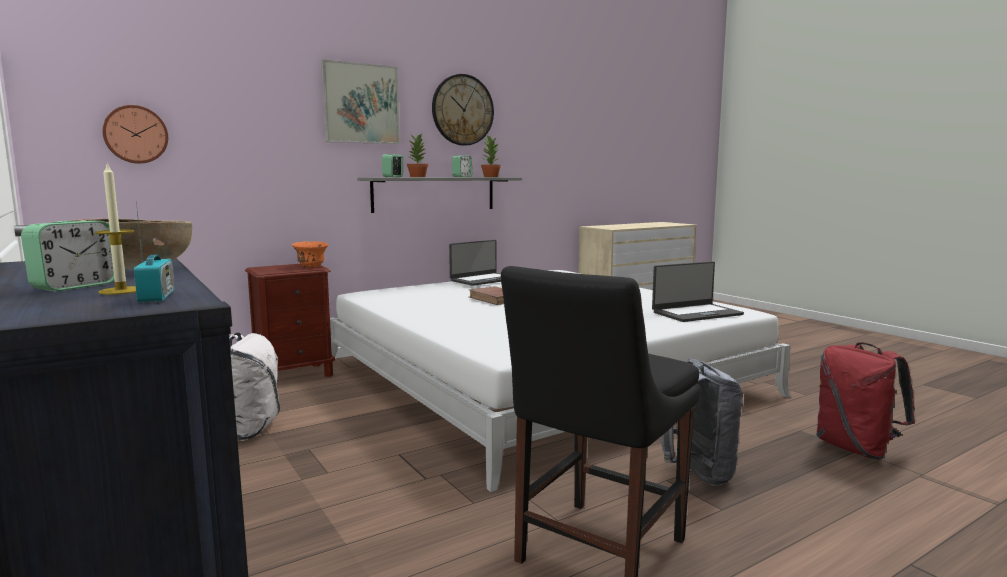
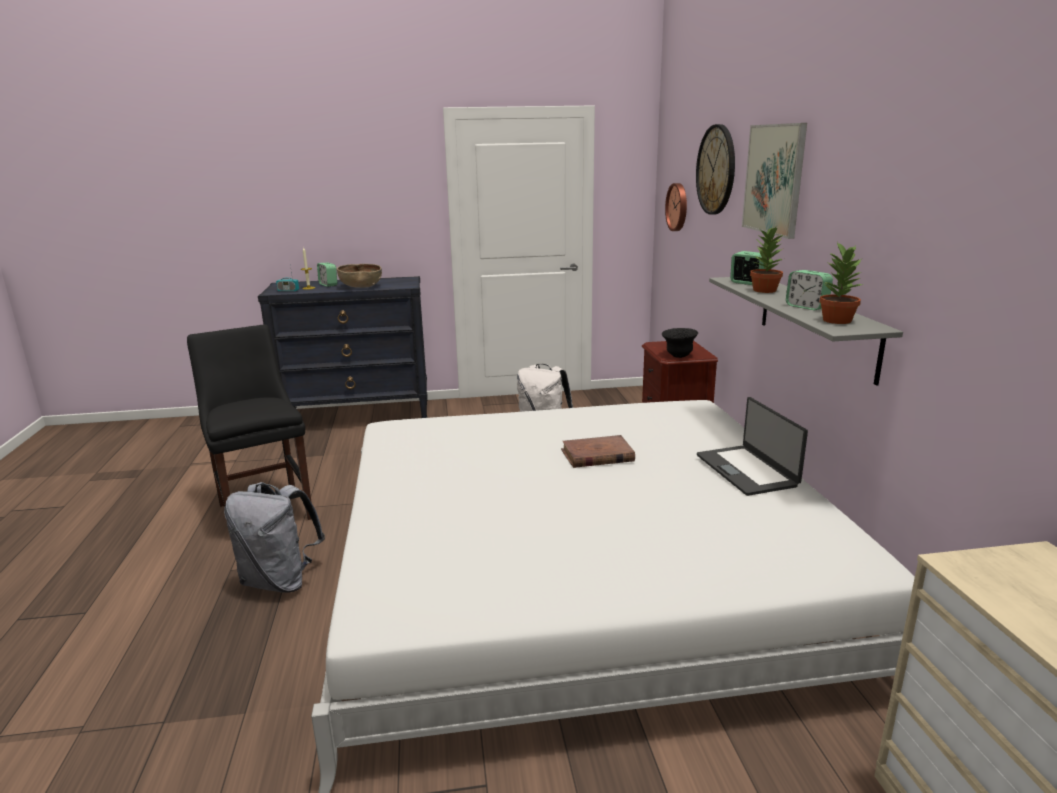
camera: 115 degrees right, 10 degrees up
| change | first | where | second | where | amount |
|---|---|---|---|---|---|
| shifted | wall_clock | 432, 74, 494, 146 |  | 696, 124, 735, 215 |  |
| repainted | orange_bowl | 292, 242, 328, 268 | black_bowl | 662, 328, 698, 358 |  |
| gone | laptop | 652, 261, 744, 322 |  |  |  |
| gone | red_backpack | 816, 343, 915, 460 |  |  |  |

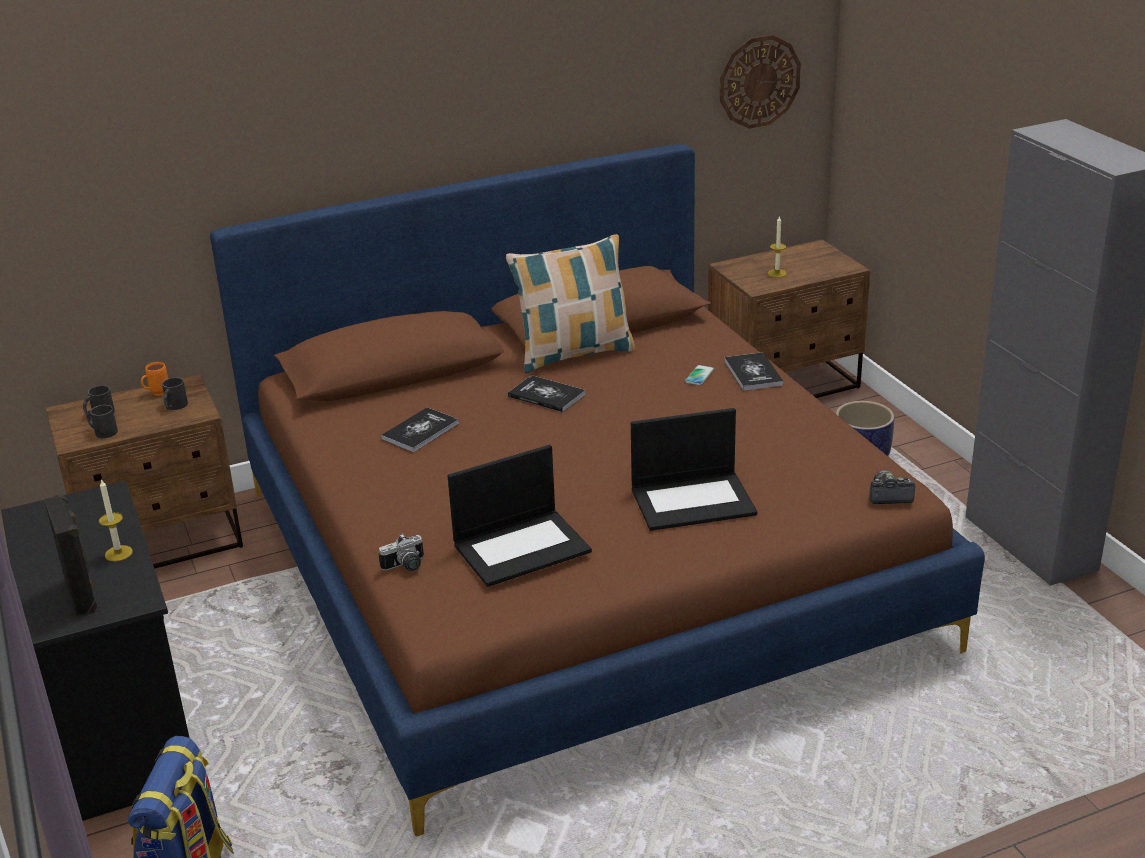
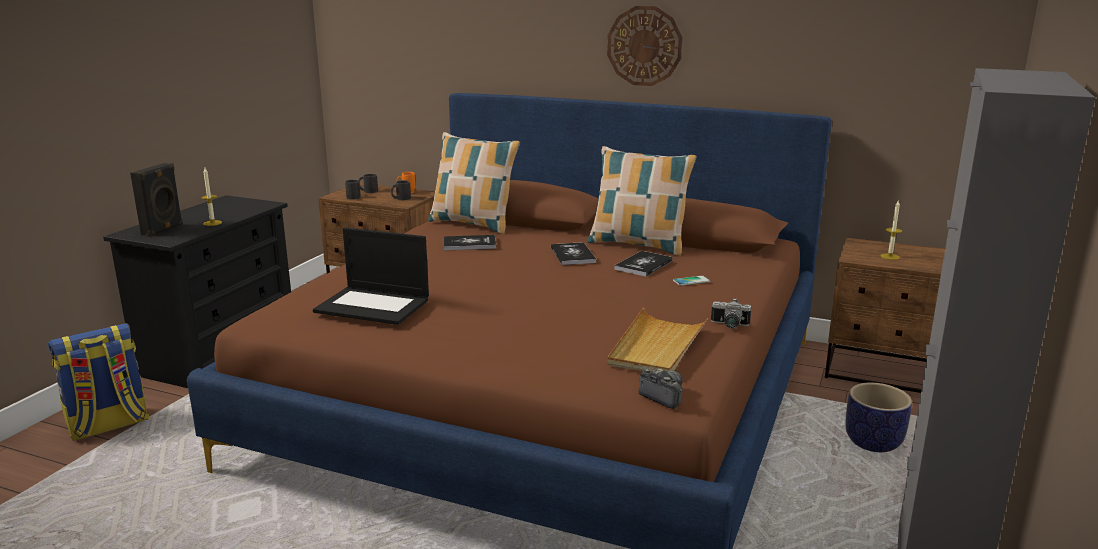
camera: 45 degrees right, 10 degrees down
| change | first | where | second | where | amount |
|---|---|---|---|---|---|
| shifted | wall_clock | 720, 35, 801, 129 |  | 607, 6, 682, 86 |  |
| shifted | book | 724, 352, 784, 391 |  | 614, 251, 673, 277 |  |
| gone | laptop | 631, 408, 757, 531 |  |  |  |
| shifted | photo_camera | 378, 534, 424, 571 |  | 711, 298, 751, 328 |  |
| new |  |  | pillow | 428, 132, 520, 234 |  |
| new |  |  | beige_tray | 607, 308, 708, 372 |  |

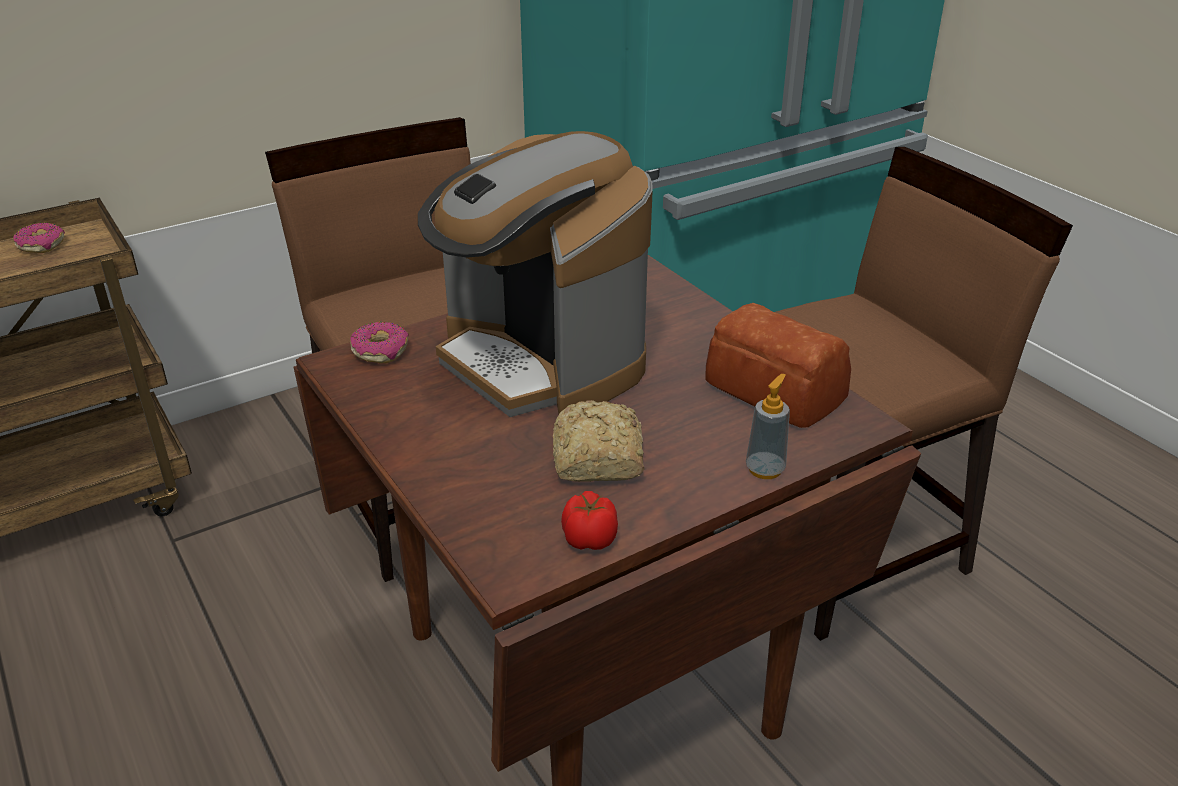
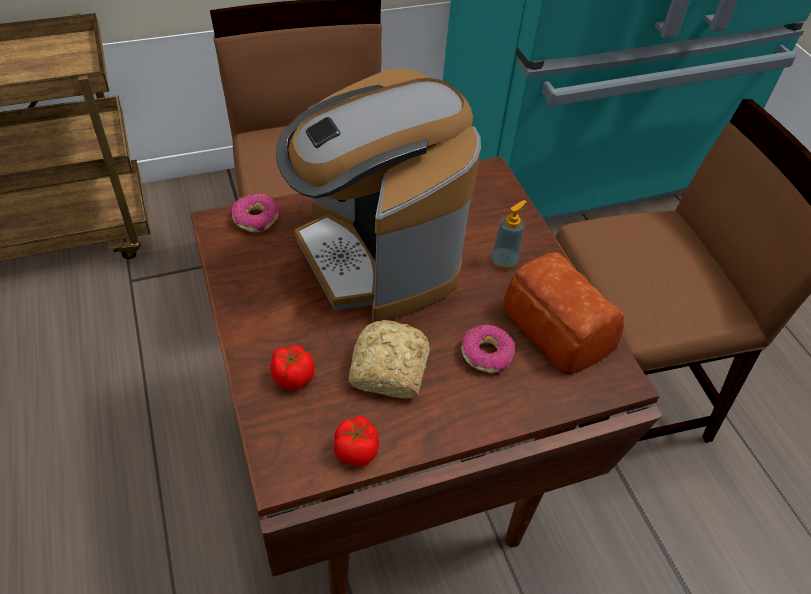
camera: 10 degrees right, 15 degrees up
| change | first | where | second | where | amount |
|---|---|---|---|---|---|
| shifted | donut | 13, 223, 65, 253 |  | 461, 325, 515, 373 |  |
| shifted | soap_dispenser | 746, 374, 790, 479 |  | 491, 200, 527, 269 |  |
| new |  |  | tomato | 270, 345, 315, 391 |  |

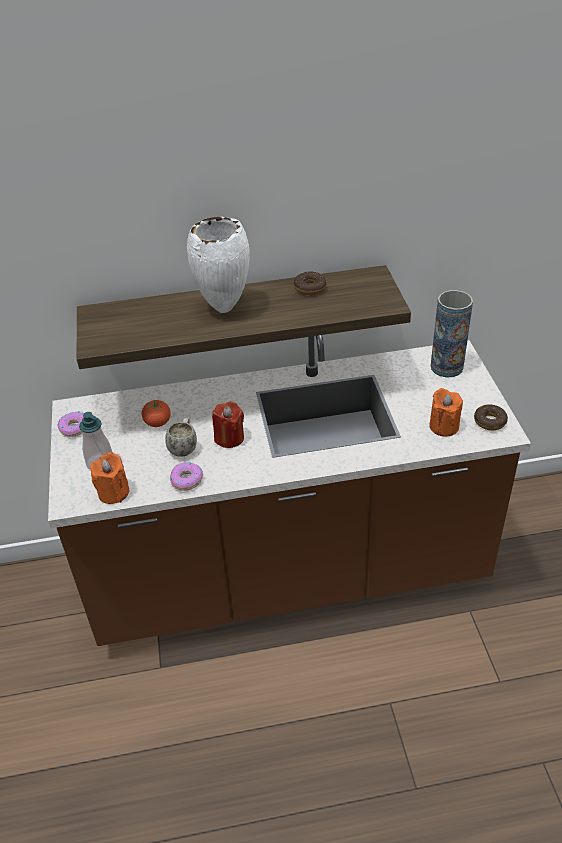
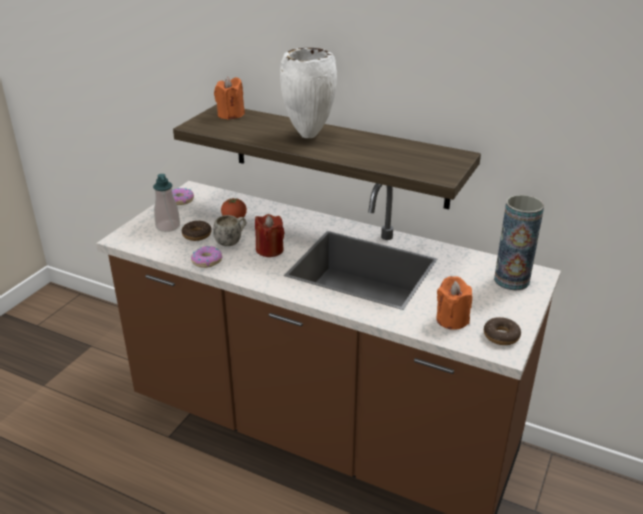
camera: 35 degrees right, 10 degrees down
| change | first | where | second | where | amount |
|---|---|---|---|---|---|
| shifted | donut | 294, 272, 326, 295 |  | 182, 221, 212, 241 |  |
| shifted | orange_candle | 90, 452, 129, 504 |  | 214, 77, 245, 120 |  |

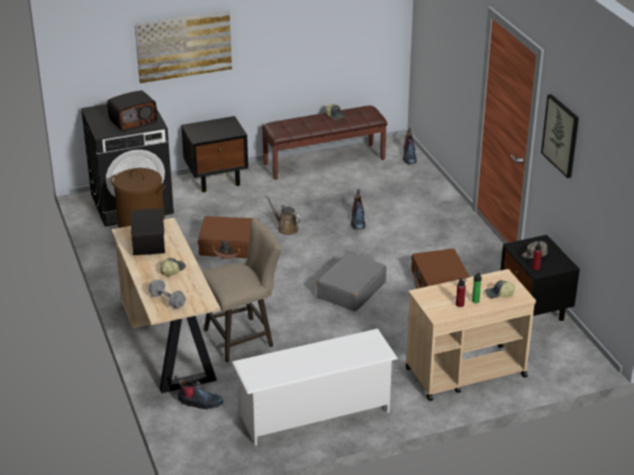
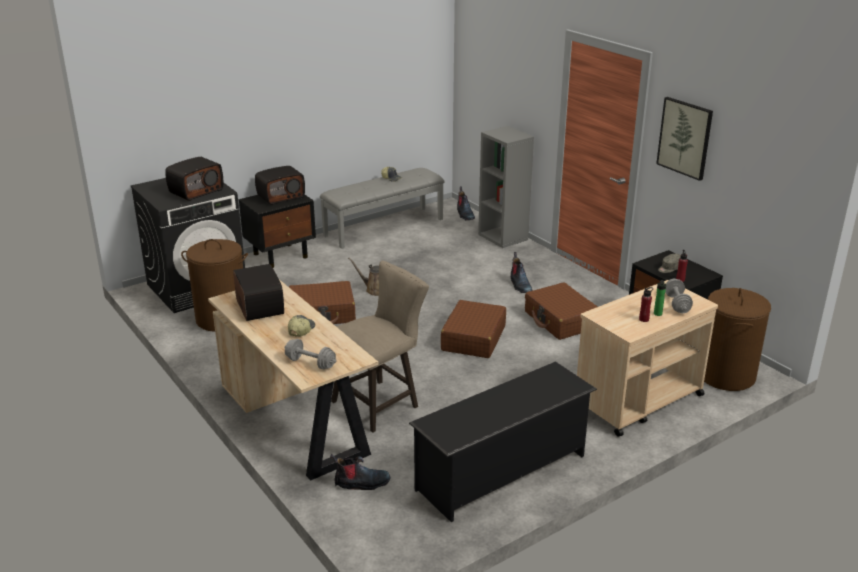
camera: 15 degrees left, 5 degrees down
| change | first | where | second | where | amount |
|---|---|---|---|---|---|
| gone | picture | 135, 11, 232, 83 |  |  |  |
| repainted | brown_bench | 261, 106, 387, 180 | grey_bench | 320, 168, 445, 249 |  |
| shifted | boot | 351, 189, 365, 230 |  | 511, 252, 532, 293 |  |
| repainted | grey_suitcase | 317, 253, 387, 311 | brown_suitcase | 441, 300, 506, 358 |  |
| swapped | cap | 485, 280, 515, 298 | grey_dumbbell | 665, 279, 693, 313 |  |
| repainted | white_shoe_rack | 232, 329, 398, 446 | black_shoe_rack | 409, 361, 597, 522 |  |
| new |  |  | grey_bookcase | 478, 126, 534, 248 |  |
| new |  |  | radio | 255, 166, 305, 205 |  |
| new |  |  | brown_laundry_basket | 704, 288, 771, 391 |  |

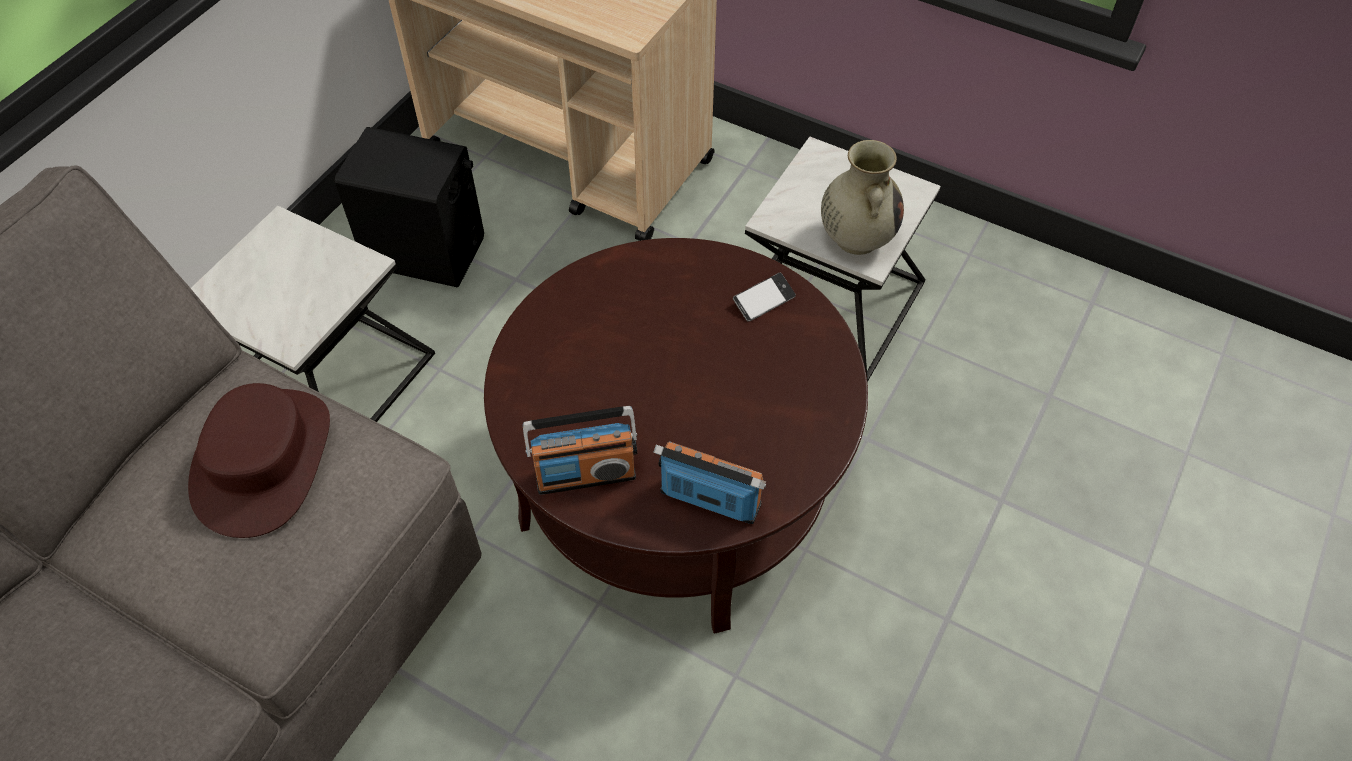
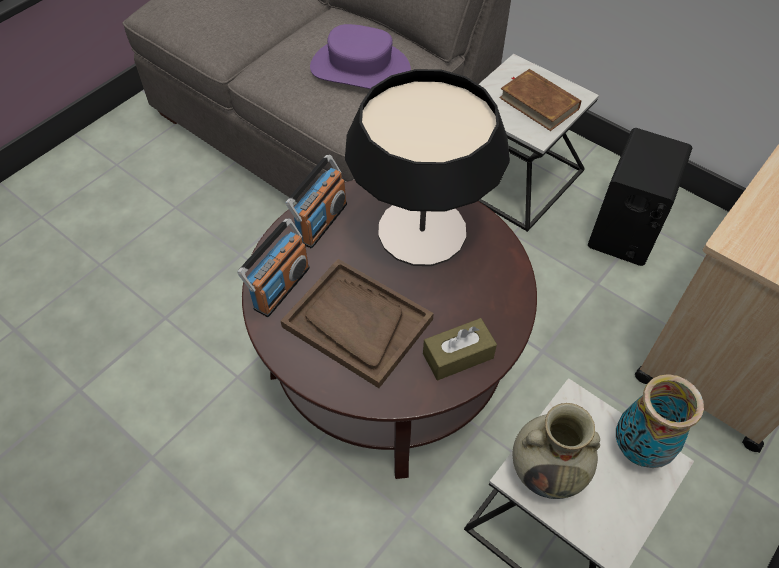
camera: 100 degrees right, 0 degrees up
| change | first | where | second | where | amount |
|---|---|---|---|---|---|
| swapped | phone | 733, 273, 796, 322 | brown_tissue_box | 423, 318, 497, 380 |  |
| repainted | brown_hat | 188, 383, 330, 538 | purple_hat | 310, 24, 411, 89 |  |
| rotated | radio | 523, 406, 637, 495 |  | 285, 155, 347, 248 | 150 degrees counterclockwise |
| new |  |  | table_lamp | 345, 69, 510, 266 |  |
| new |  |  | brown_book | 499, 69, 581, 131 |  |
| new |  |  | brown_tray | 281, 259, 434, 388 |  |
| new |  |  | vase | 616, 374, 704, 468 |  |

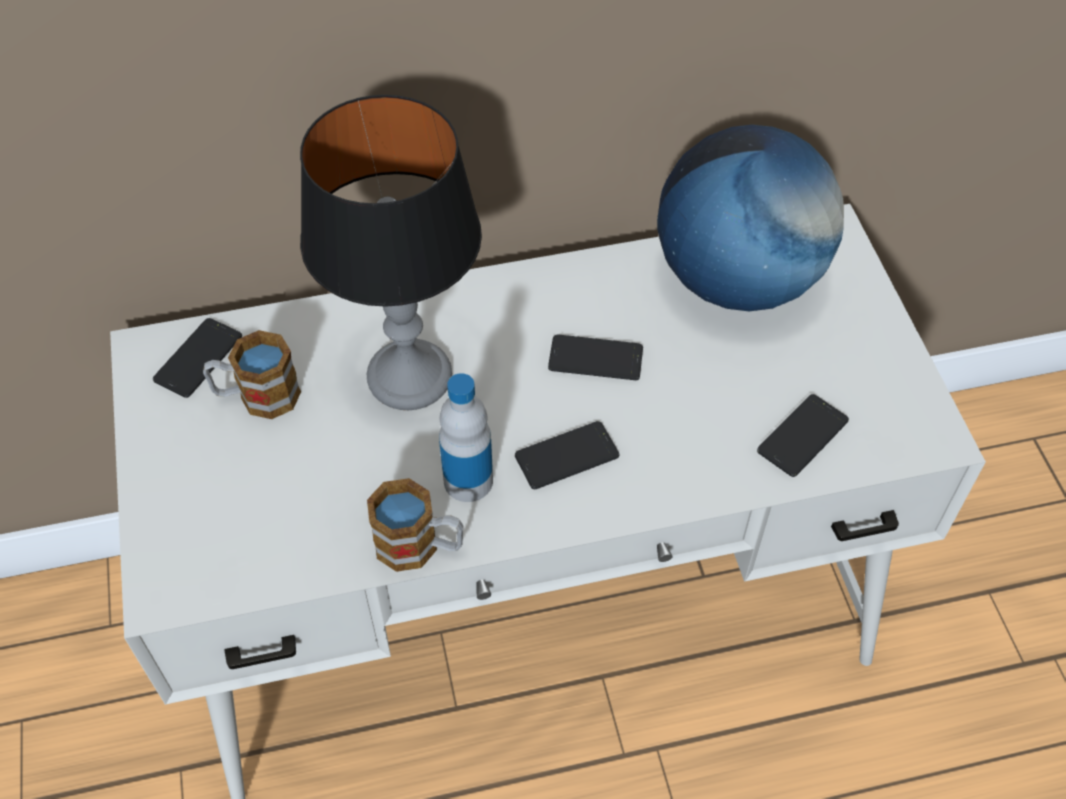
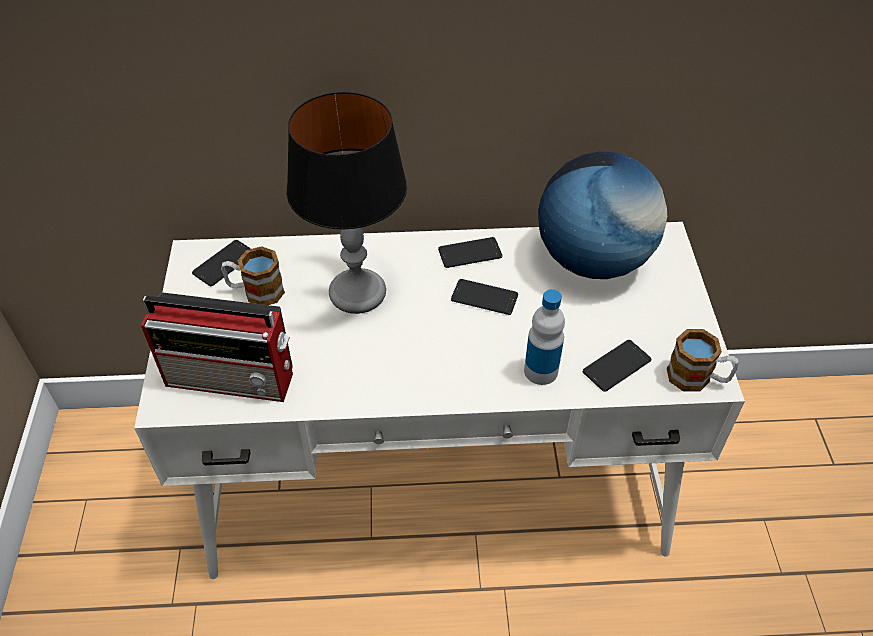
camera: 10 degrees right, 5 degrees down
| change | first | where | second | where | amount |
|---|---|---|---|---|---|
| shifted | bottle | 439, 373, 493, 502 |  | 524, 289, 565, 385 |  |
| shifted | phone | 515, 421, 619, 489 |  | 438, 237, 502, 268 |  |
| shifted | mug | 367, 478, 463, 572 |  | 667, 329, 739, 392 |  |
| new |  |  | radio | 141, 292, 293, 402 |  |

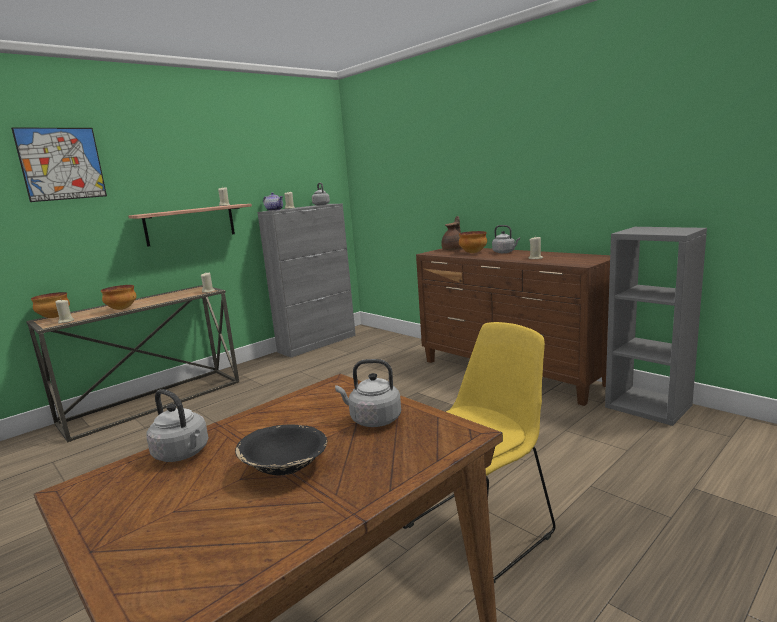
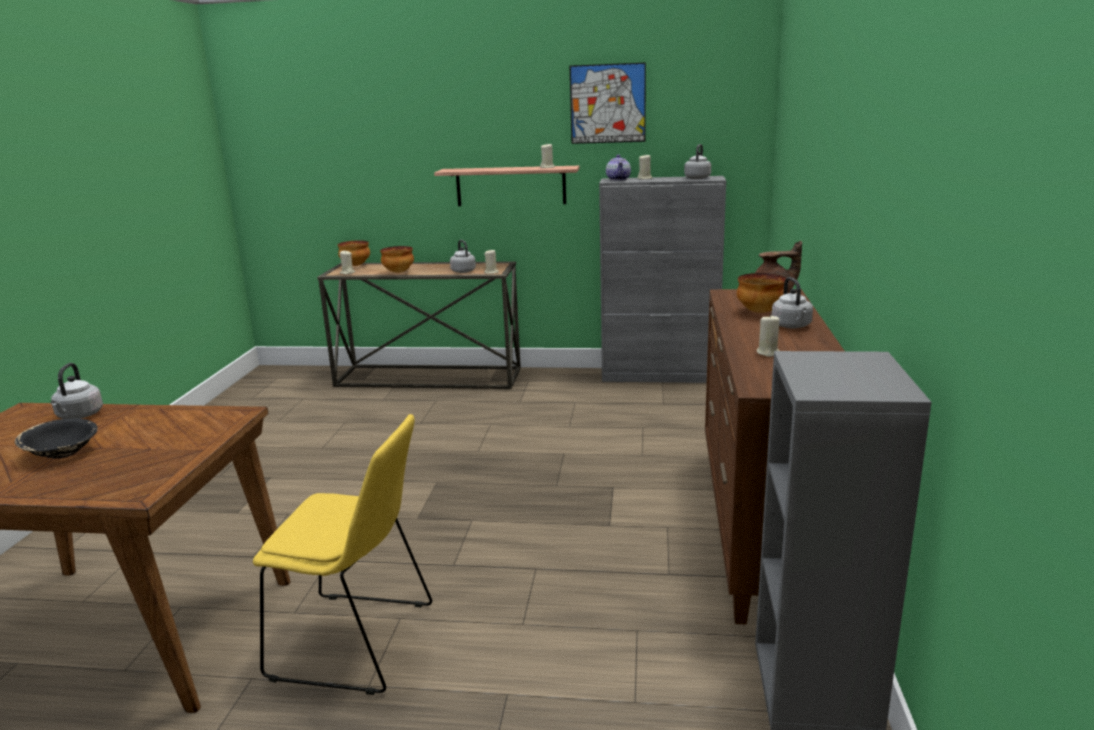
camera: 50 degrees right, 5 degrees up
| change | first | where | second | where | amount |
|---|---|---|---|---|---|
| shifted | picture | 11, 128, 107, 202 |  | 570, 62, 646, 144 |  |
| shifted | grey_kettle | 335, 359, 401, 427 |  | 450, 240, 476, 273 |  |

